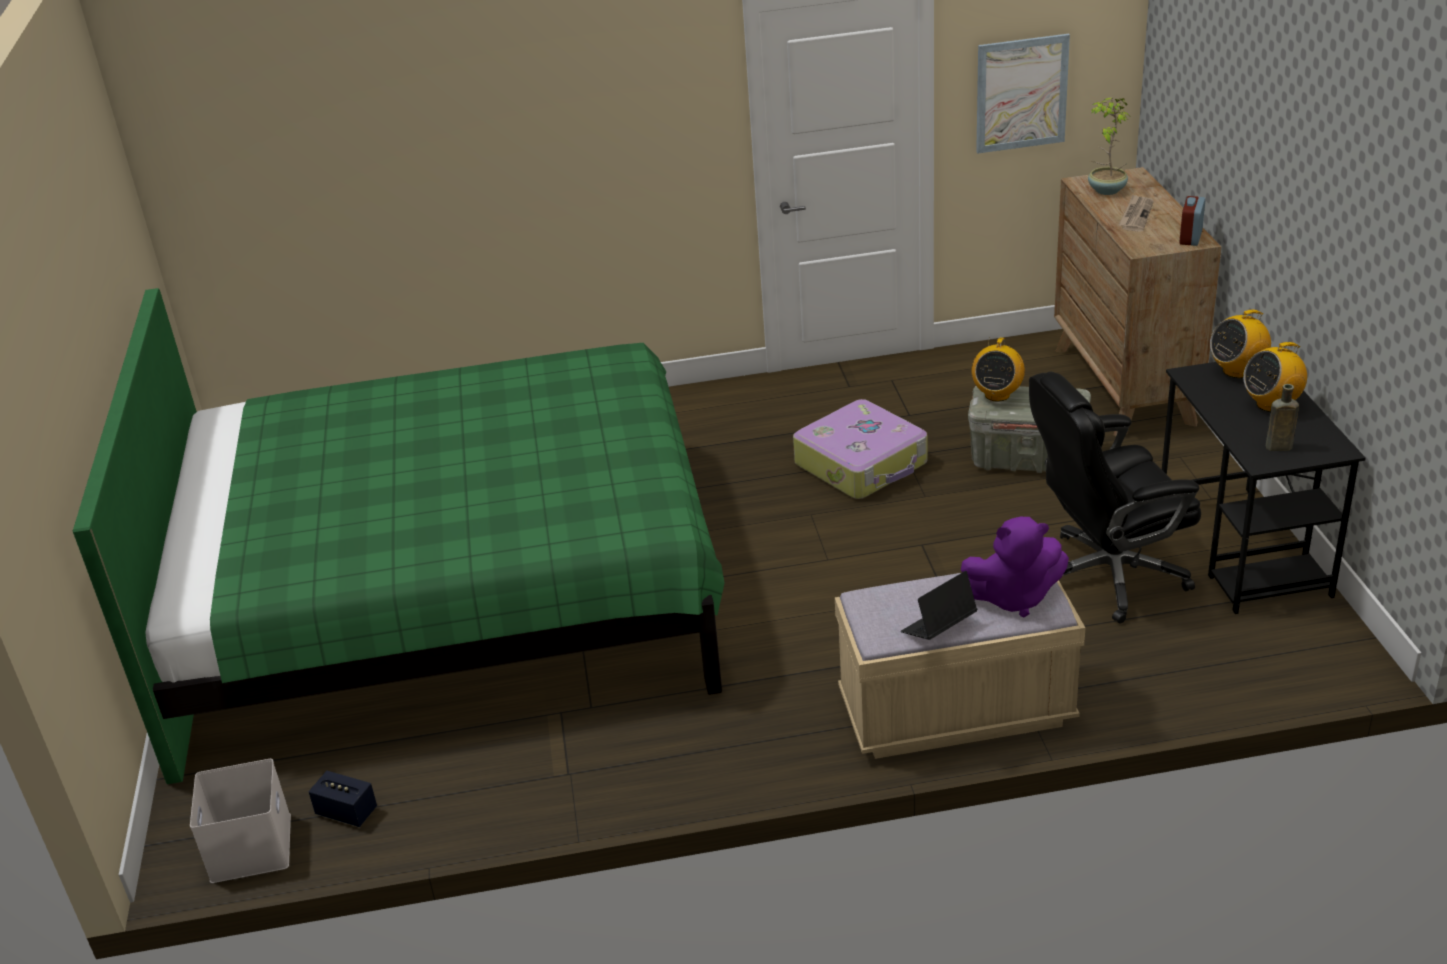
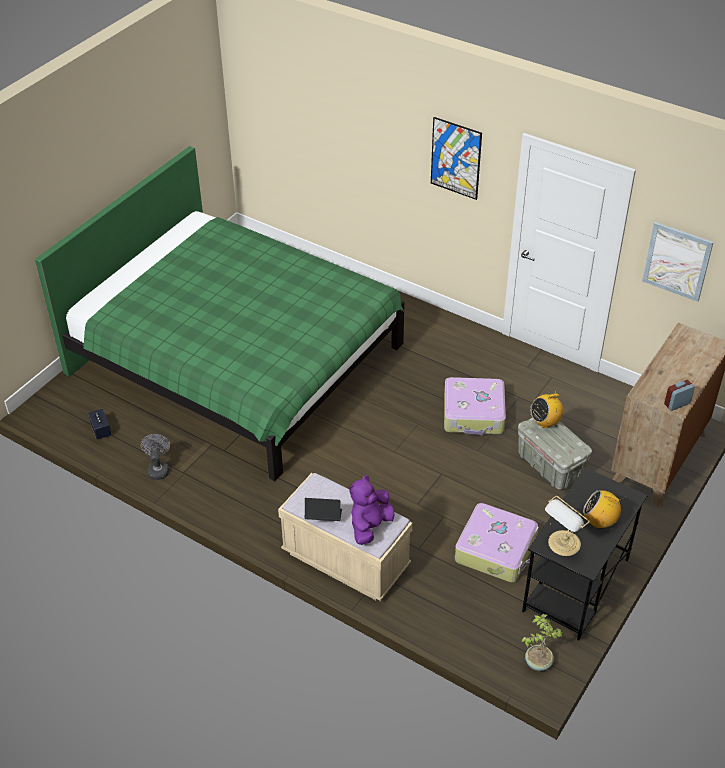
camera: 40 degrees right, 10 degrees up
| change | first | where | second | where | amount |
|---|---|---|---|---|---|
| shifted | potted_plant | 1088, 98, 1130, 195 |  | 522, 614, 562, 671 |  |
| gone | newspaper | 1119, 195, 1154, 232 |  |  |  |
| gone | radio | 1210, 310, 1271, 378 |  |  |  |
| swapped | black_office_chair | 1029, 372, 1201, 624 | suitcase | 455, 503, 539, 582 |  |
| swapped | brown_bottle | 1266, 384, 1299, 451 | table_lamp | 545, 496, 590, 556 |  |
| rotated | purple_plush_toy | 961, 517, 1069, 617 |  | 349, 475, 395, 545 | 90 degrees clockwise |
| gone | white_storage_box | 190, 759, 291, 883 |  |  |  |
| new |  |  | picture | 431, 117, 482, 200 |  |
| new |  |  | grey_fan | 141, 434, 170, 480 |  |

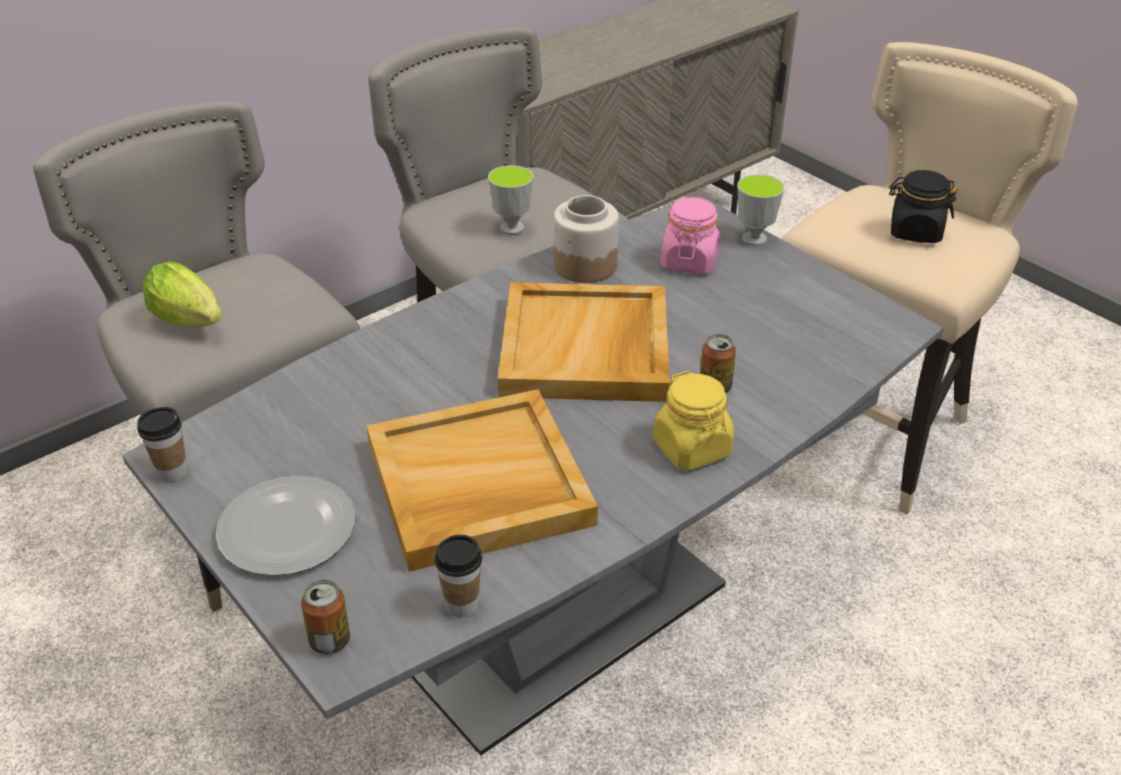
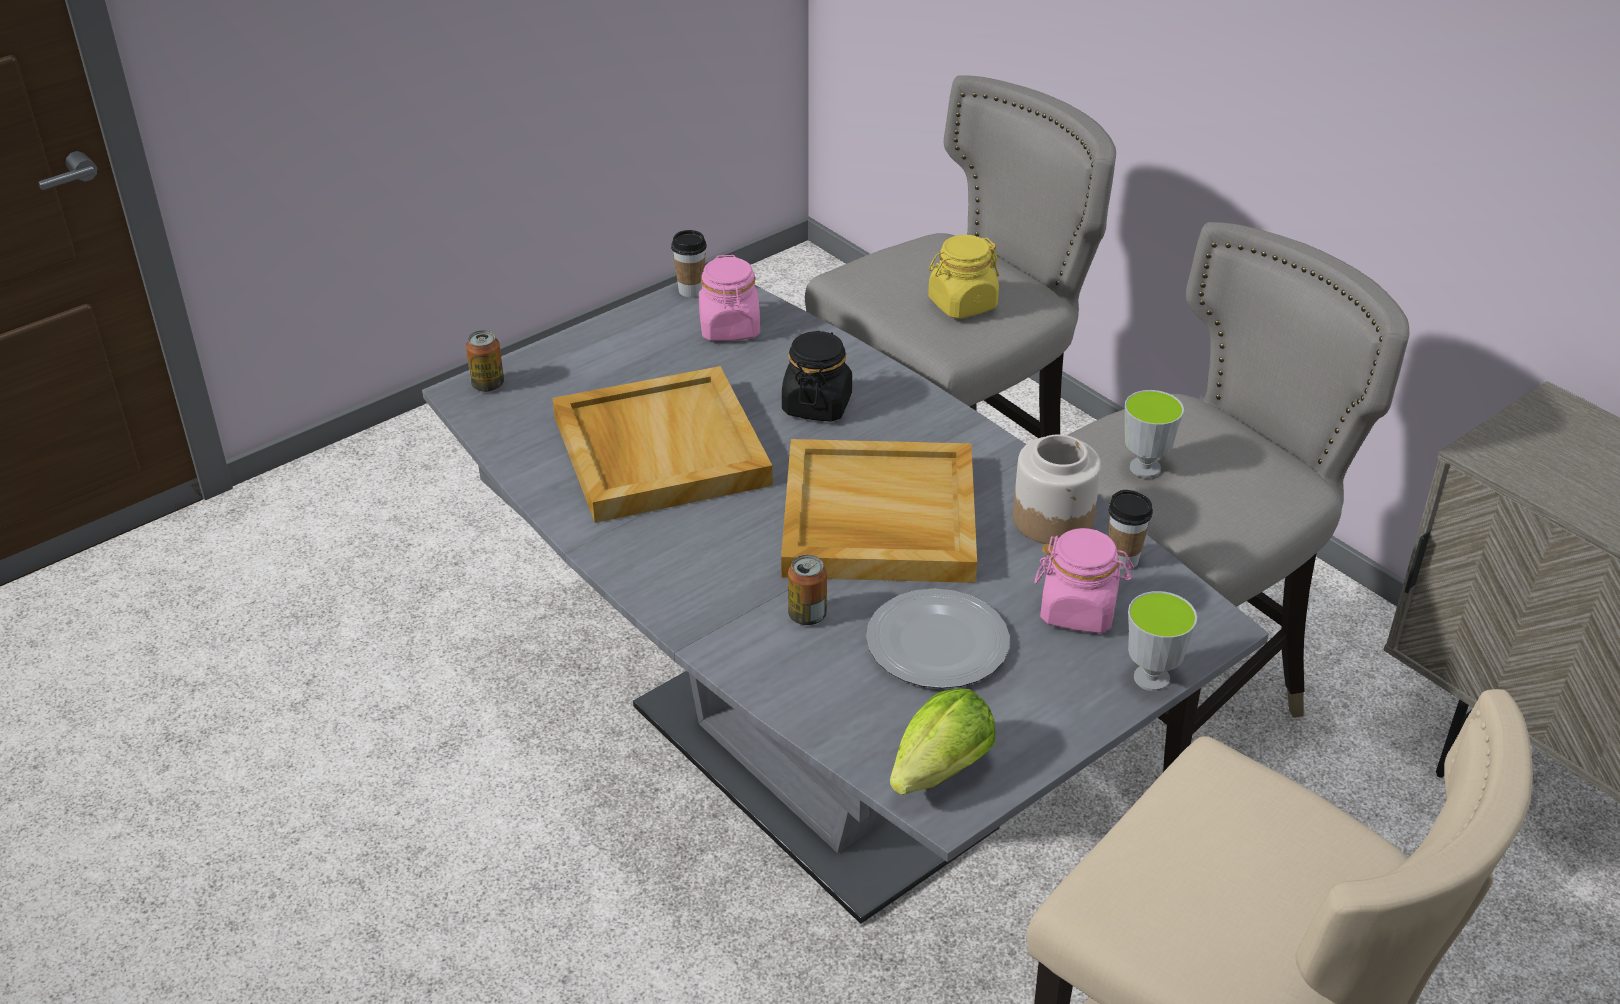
camera: 90 degrees right, 0 degrees up
| change | first | where | second | where | amount |
|---|---|---|---|---|---|
| shifted | black_jar | 889, 170, 958, 243 |  | 782, 330, 852, 422 |  |
| shifted | lettuce | 142, 261, 222, 328 |  | 890, 688, 996, 795 |  |
| shifted | yellow_jar | 653, 371, 734, 471 |  | 928, 235, 999, 319 |  |
| shifted | plate | 216, 476, 355, 576 |  | 866, 589, 1010, 688 |  |
| shifted | cup | 435, 535, 482, 618 |  | 1109, 490, 1153, 570 |  |
| new |  |  | pink_jar | 699, 255, 760, 341 |  |

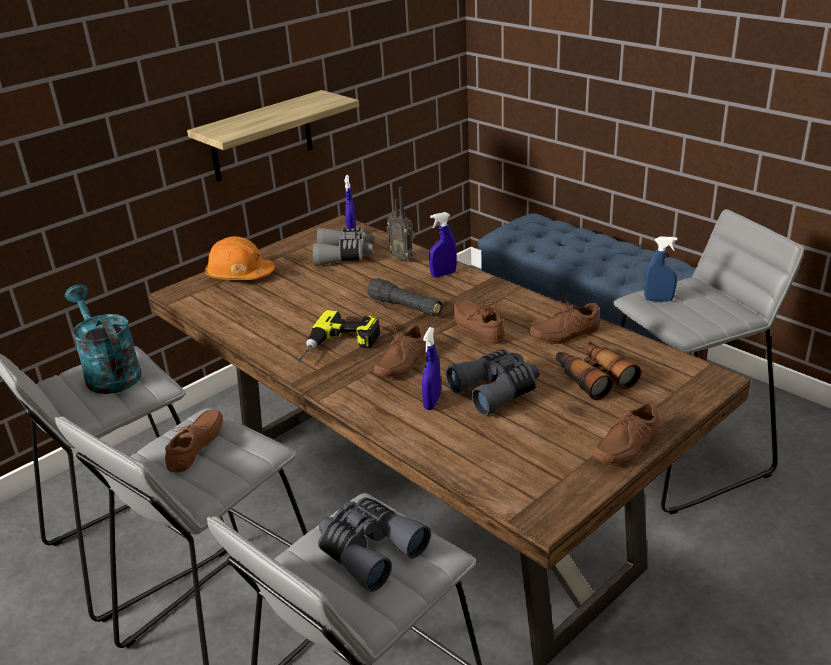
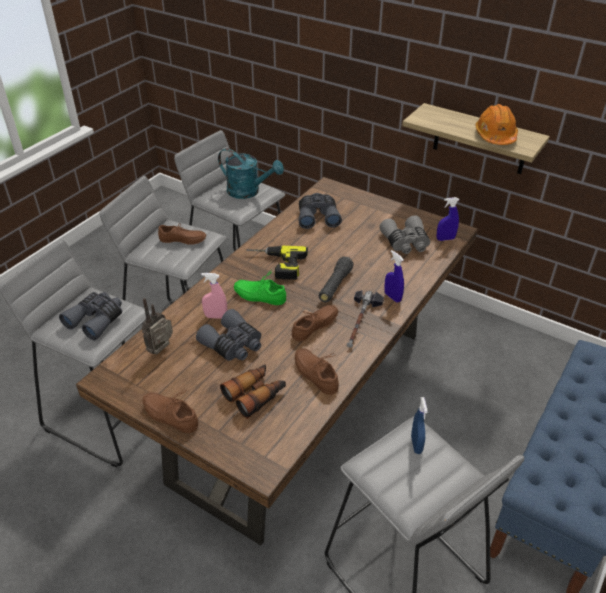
camera: 75 degrees right, 10 degrees up
| change | first | where | second | where | amount |
|---|---|---|---|---|---|
| shifted | radio | 386, 187, 415, 262 |  | 141, 298, 173, 355 |  |
| shifted | orange_hard_hat | 205, 236, 275, 280 |  | 476, 104, 518, 145 |  |
| rotated | turquoise_watering_can | 65, 284, 141, 394 |  | 218, 148, 284, 199 | 75 degrees clockwise |
| repainted | brown_shoe | 373, 319, 426, 378 | green_shoe | 234, 269, 286, 305 |  |
| repainted | blue_spray_bottle | 422, 327, 441, 410 | pink_spray_bottle | 201, 273, 227, 319 |  |
| new |  |  | grey_binoculars | 299, 193, 342, 229 |  |
| new |  |  | hammer | 347, 290, 384, 348 |  |

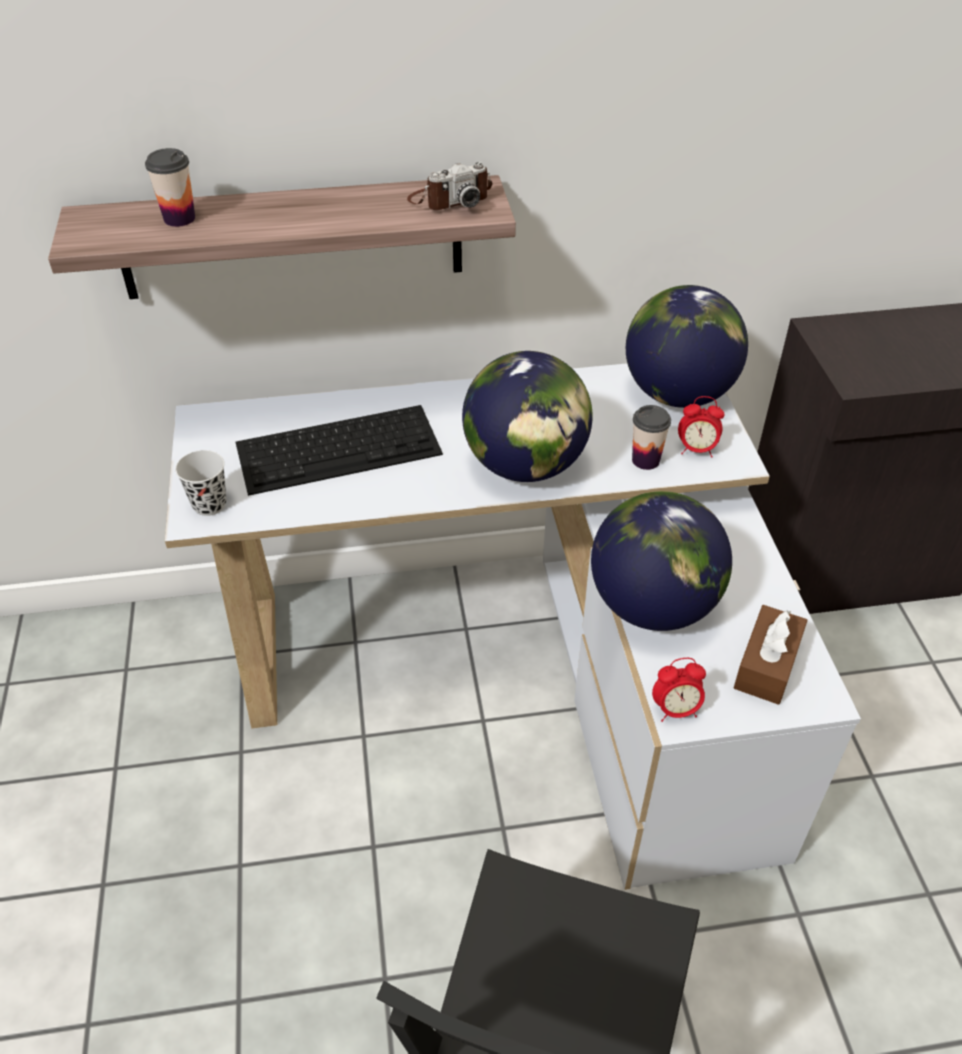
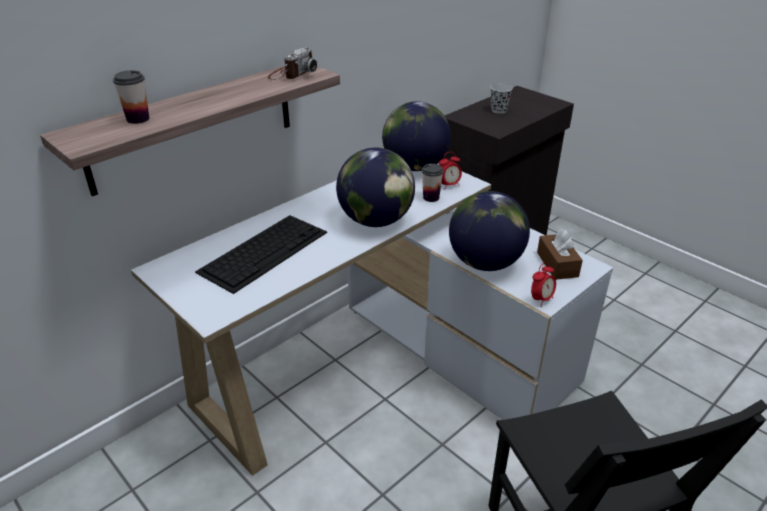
camera: 35 degrees left, 10 degrees down
| change | first | where | second | where | amount |
|---|---|---|---|---|---|
| shifted | black_cup | 175, 450, 227, 516 |  | 490, 83, 513, 114 |  |

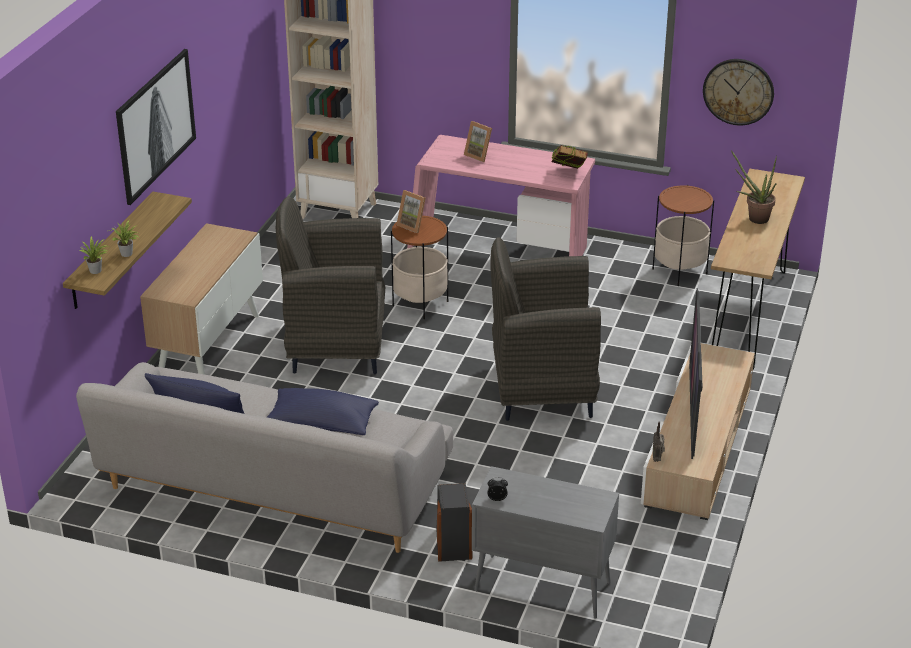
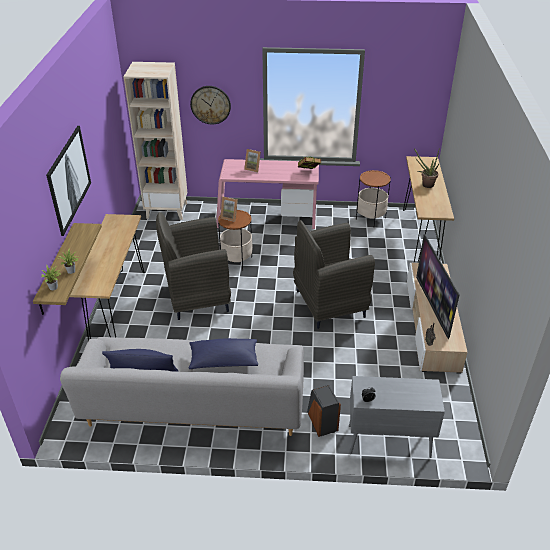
camera: 15 degrees left, 5 degrees up
| change | first | where | second | where | amount |
|---|---|---|---|---|---|
| shifted | wall_clock | 703, 59, 774, 125 |  | 190, 86, 231, 125 |  |
| swapped | cabinet | 140, 223, 263, 375 | brown_console_table | 70, 214, 145, 341 |  |

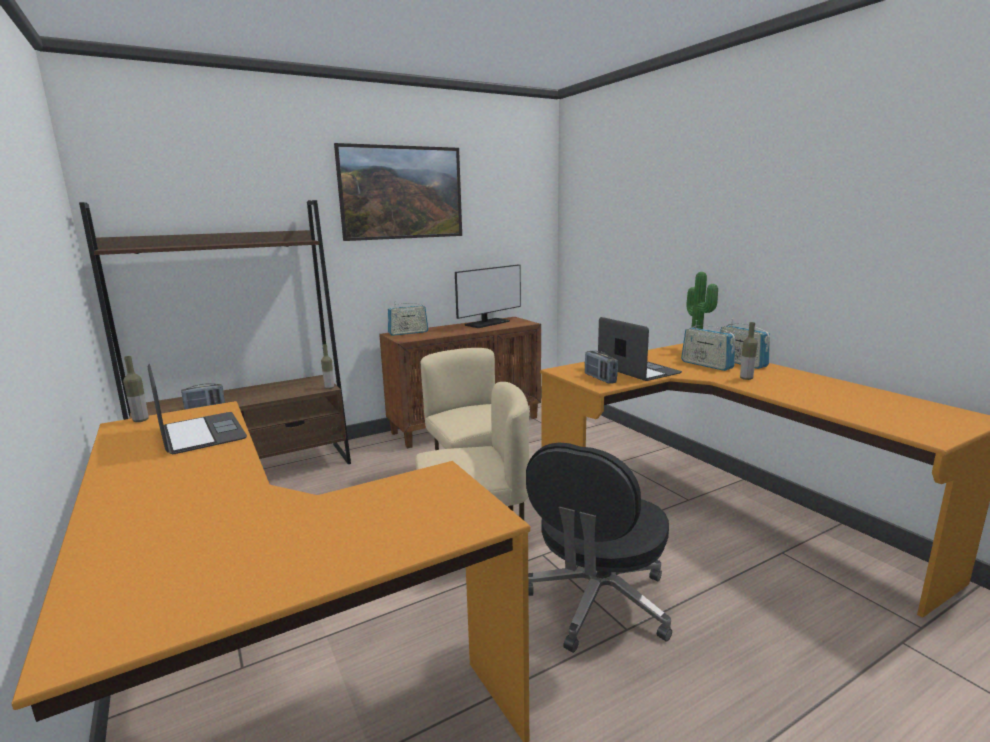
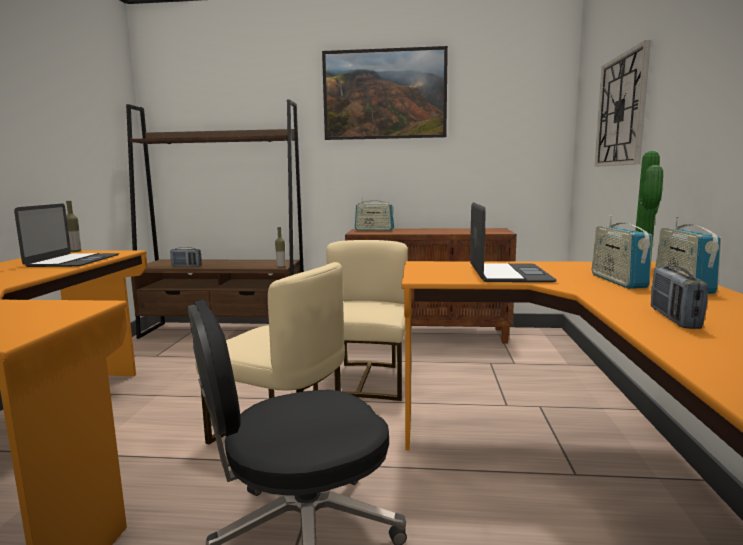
camera: 35 degrees right, 5 degrees down
| change | first | where | second | where | amount |
|---|---|---|---|---|---|
| gone | monitor | 455, 264, 521, 328 |  |  |  |
| gone | bottle | 740, 322, 758, 380 |  |  |  |
| shifted | radio | 585, 351, 618, 384 |  | 651, 266, 708, 329 |  |
| new |  |  | wall_clock | 594, 40, 651, 167 |  |

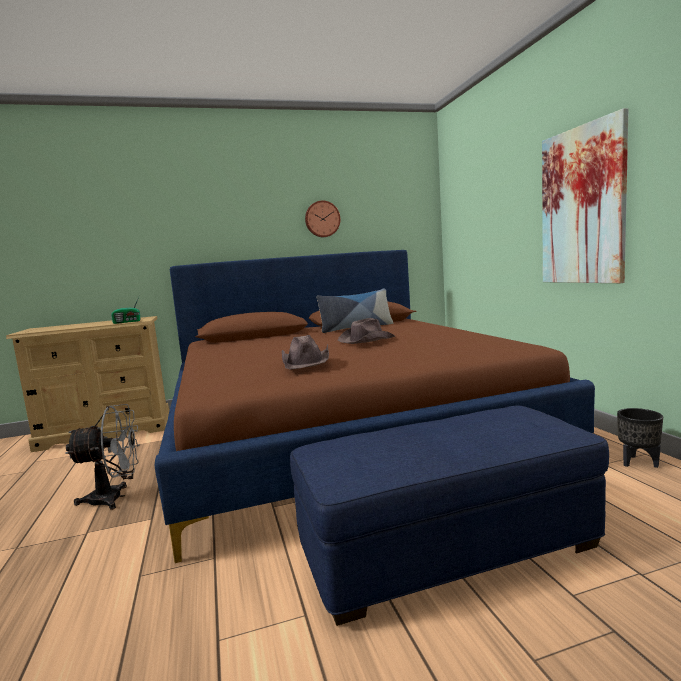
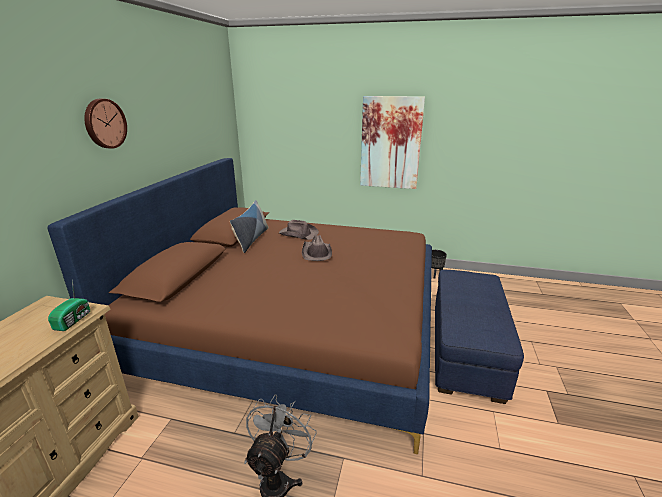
camera: 60 degrees left, 15 degrees up
| change | first | where | second | where | amount |
|---|---|---|---|---|---|
| shifted | wall_clock | 305, 200, 340, 237 |  | 84, 99, 127, 149 |  |
| shifted | brown_hat | 282, 335, 329, 370 |  | 279, 220, 319, 240 |  |

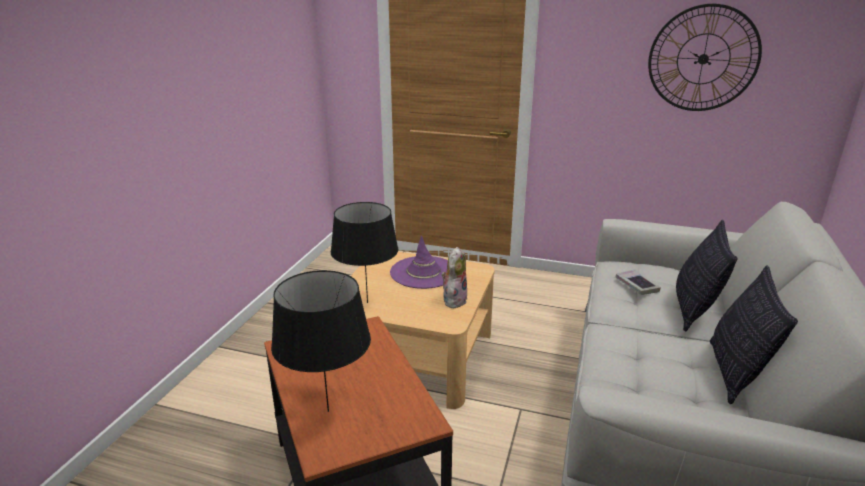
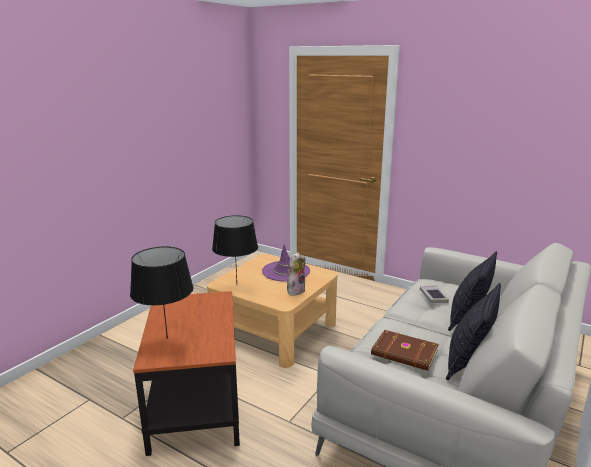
camera: 15 degrees right, 5 degrees down
| change | first | where | second | where | amount |
|---|---|---|---|---|---|
| gone | wall_clock | 648, 4, 762, 111 |  |  |  |
| new |  |  | brown_book | 371, 330, 439, 371 |  |

